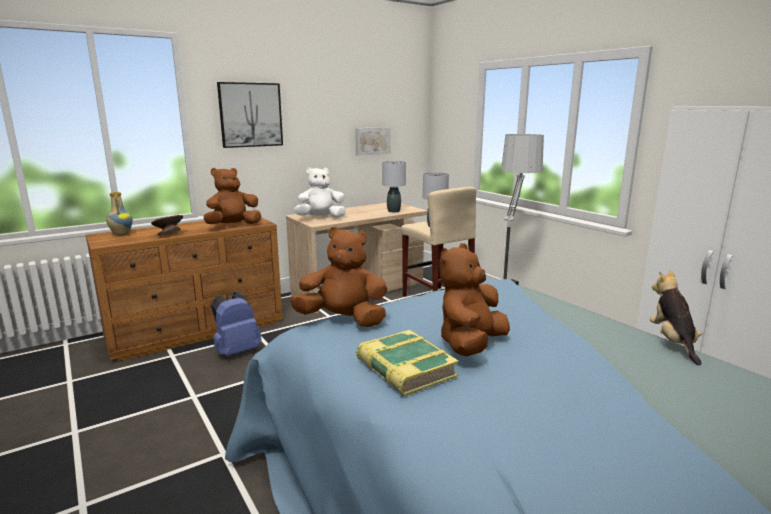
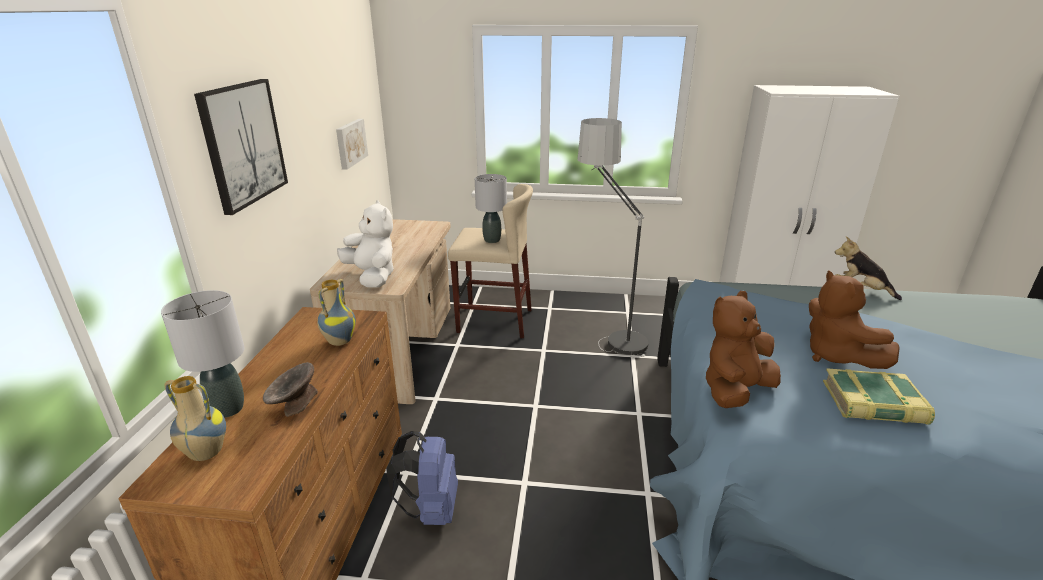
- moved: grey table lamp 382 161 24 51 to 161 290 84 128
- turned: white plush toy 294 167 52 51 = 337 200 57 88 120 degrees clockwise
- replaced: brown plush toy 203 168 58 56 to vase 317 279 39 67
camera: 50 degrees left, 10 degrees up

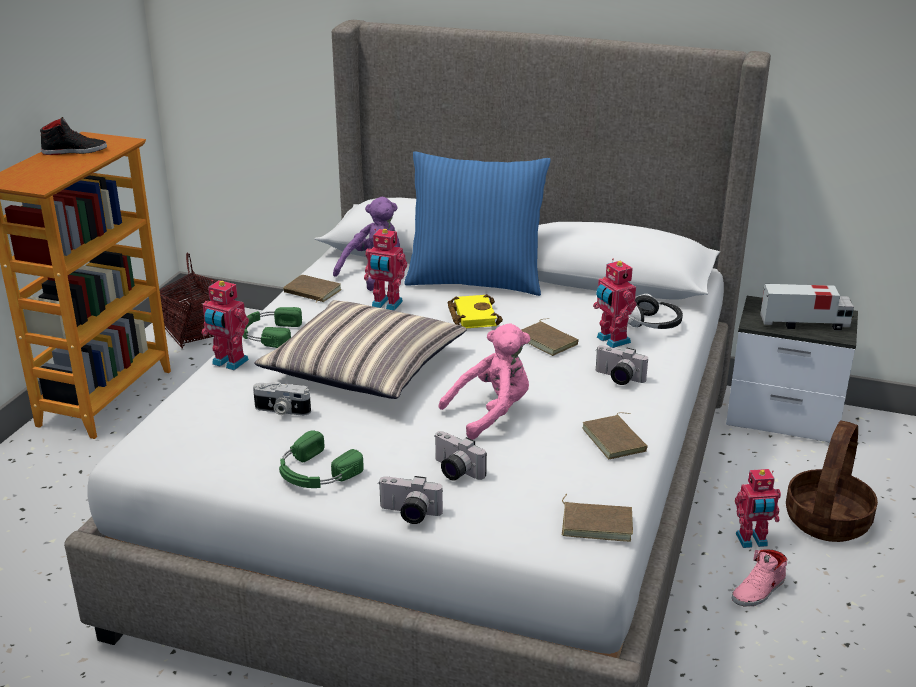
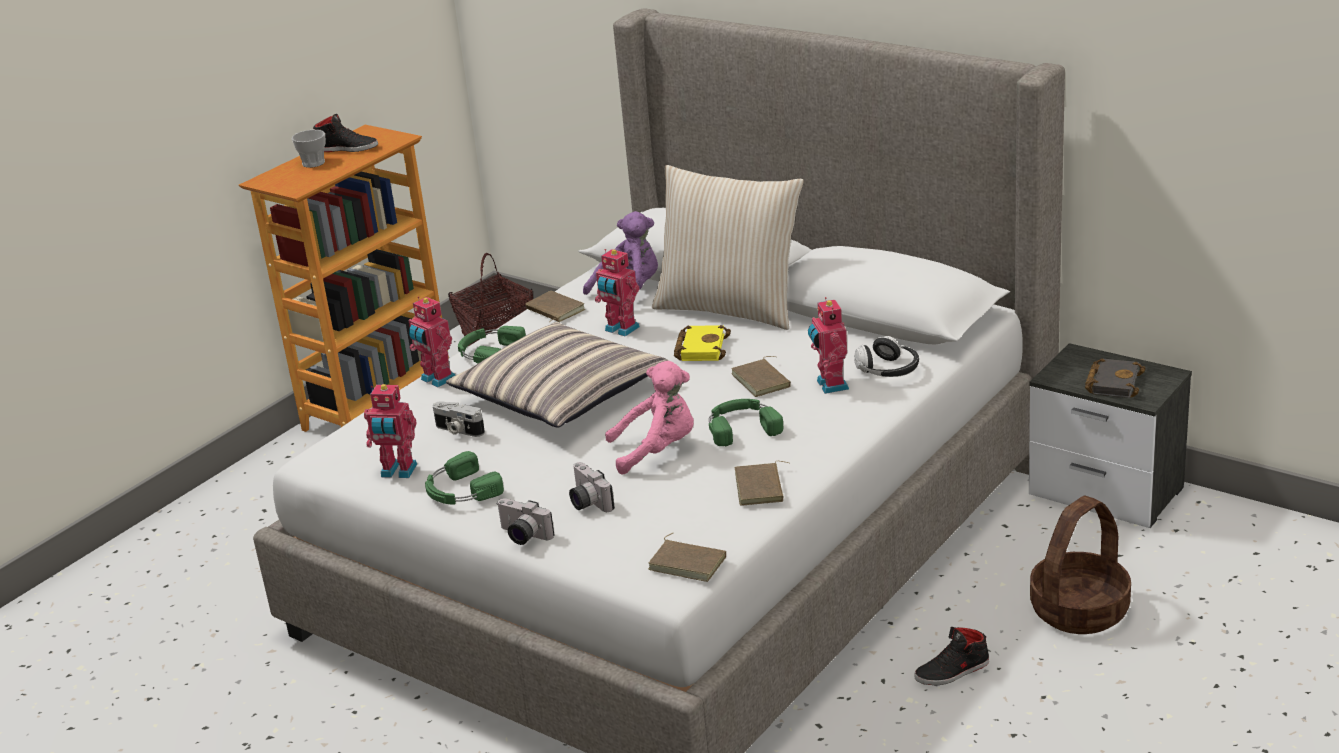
- recoloured: blue pillow 405 151 146 145 to beige pillow 652 165 152 165
- replaced: toy truck 760 284 94 46 to black book 1085 358 61 40
- removed: photo camera 596 346 52 39
- moved: toy robot 735 469 46 79 to 364 384 53 94
- recoloured: pink shoe 732 549 56 58 to black shoe 914 627 75 59
- added: cup 292 130 34 38
- added: green headphones 709 399 74 47
camera: 20 degrees right, 0 degrees up

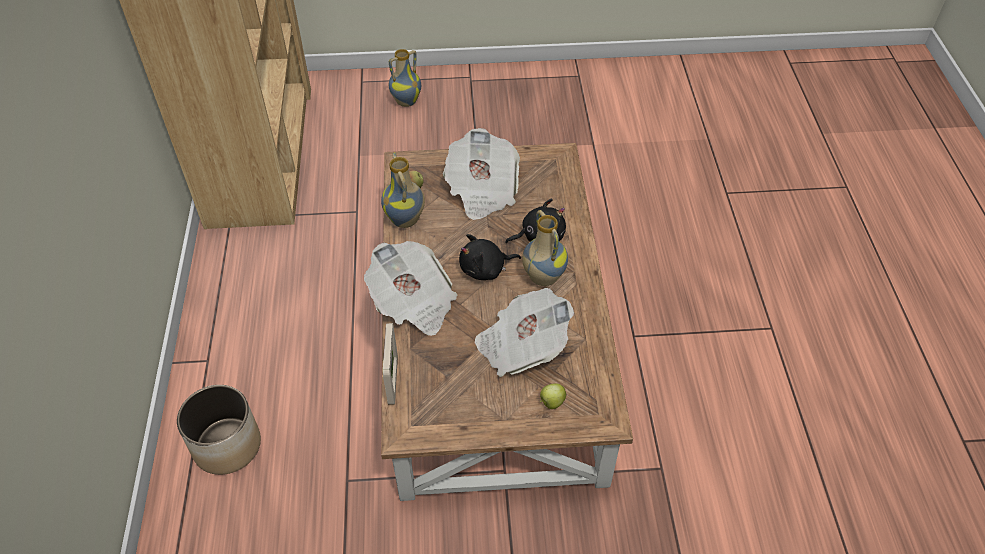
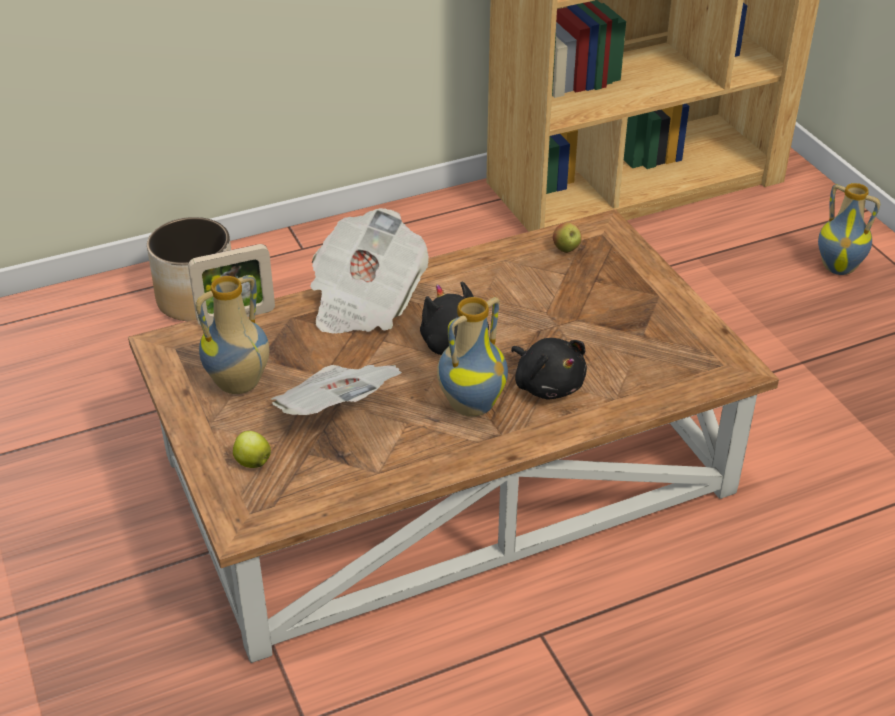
- removed: newspaper 443 128 77 92
- moved: vase 381 153 44 75 to 196 275 73 119
camera: 70 degrees right, 10 degrees down

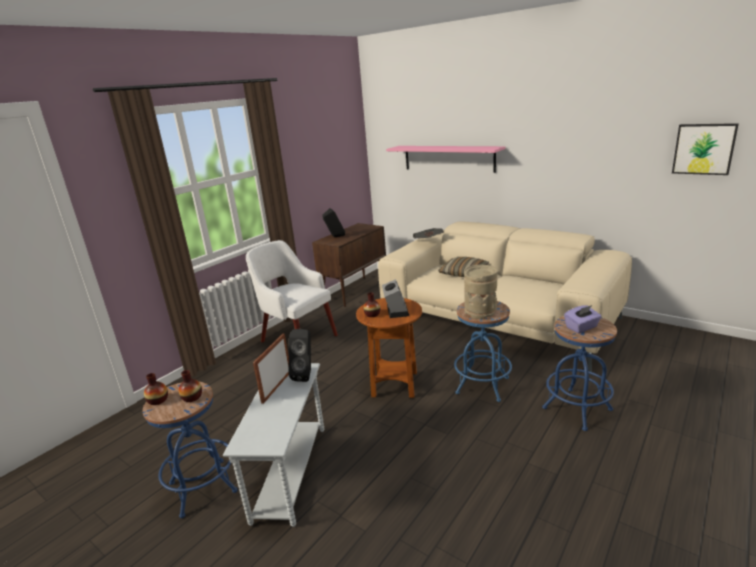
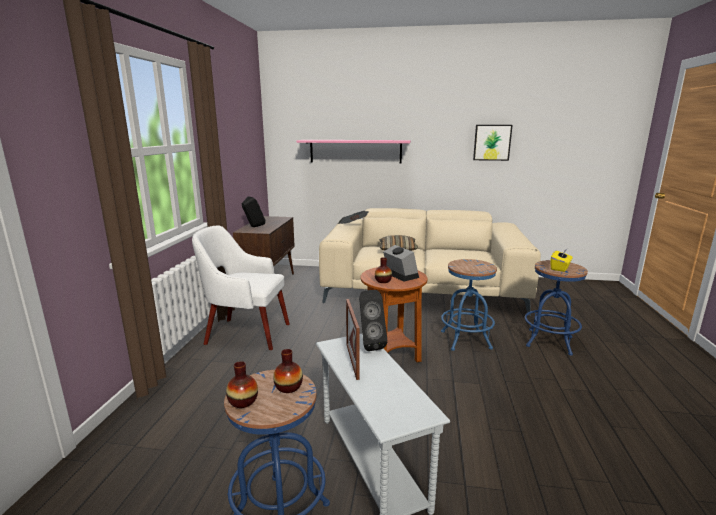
- moved: picture 672 123 67 52 to 473 125 40 36
- removed: beige vase 464 265 34 54
- recoloured: purple tissue box 564 305 38 28 to yellow tissue box 551 249 22 23
camera: 30 degrees left, 5 degrees down

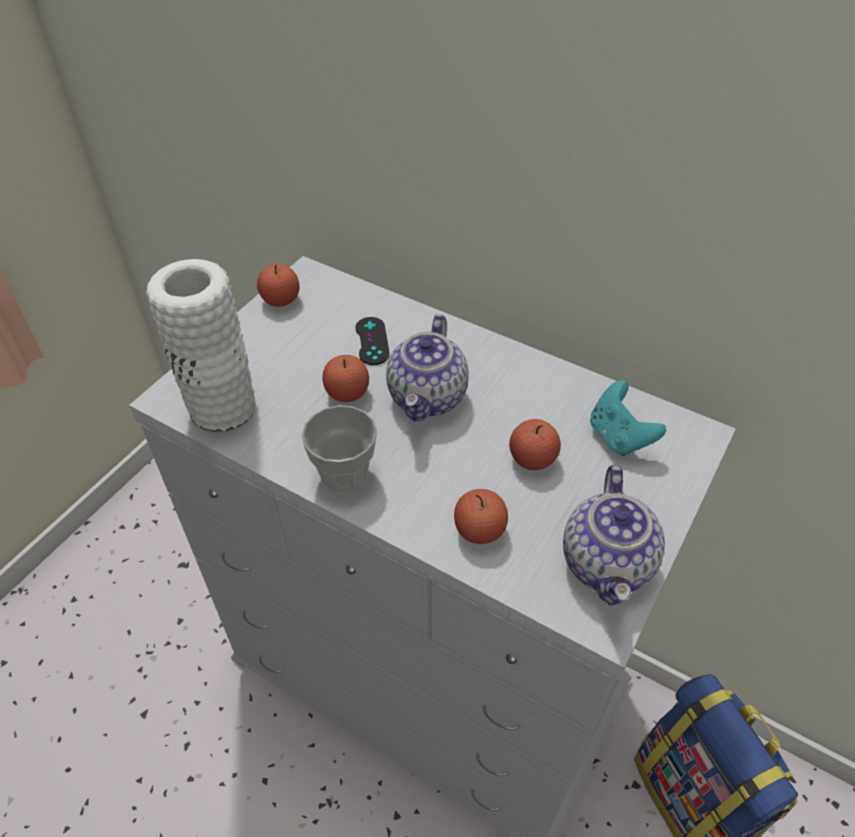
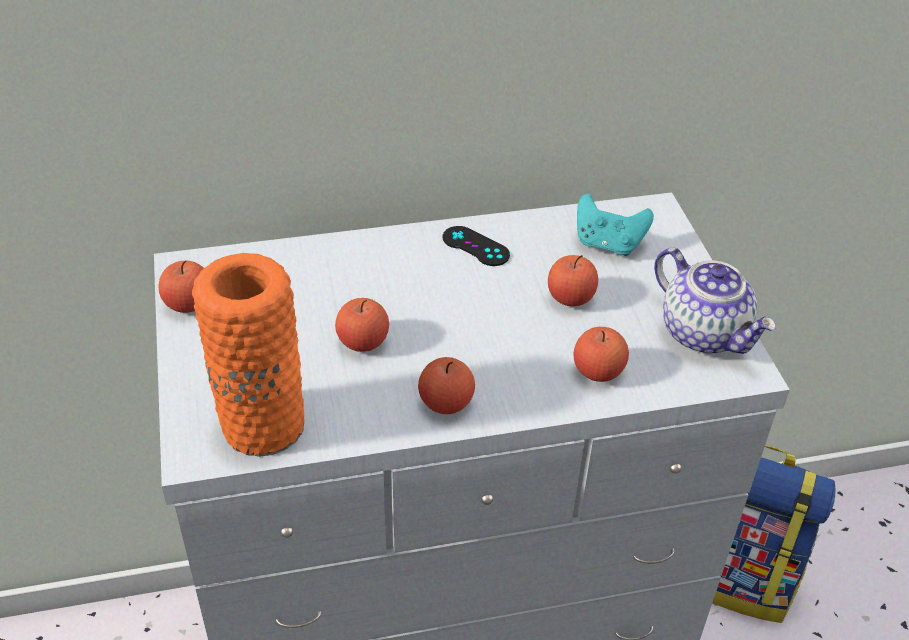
- recoloured: white vase 146 259 110 173 to orange vase 192 253 112 204
- removed: teapot 386 314 83 107
- moved: black game controller 355 317 35 48 to 443 226 67 40
- replaced: cup 302 405 75 88 to apple 418 357 57 57
camera: 45 degrees left, 5 degrees down

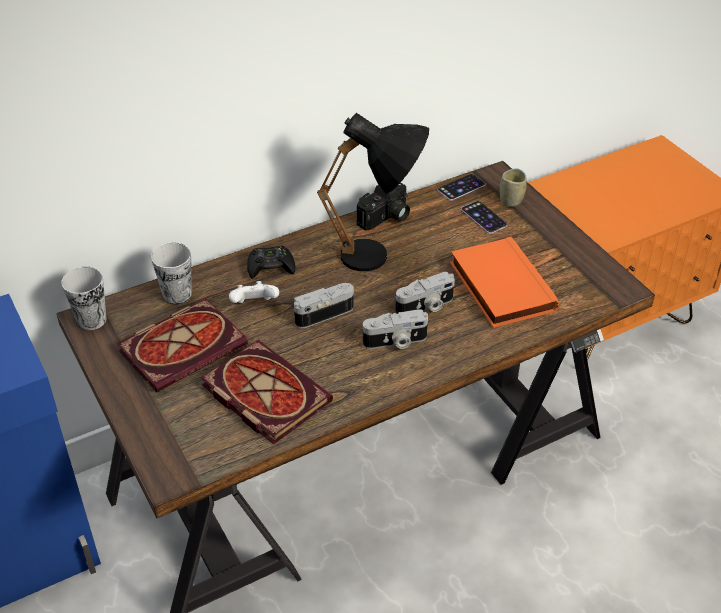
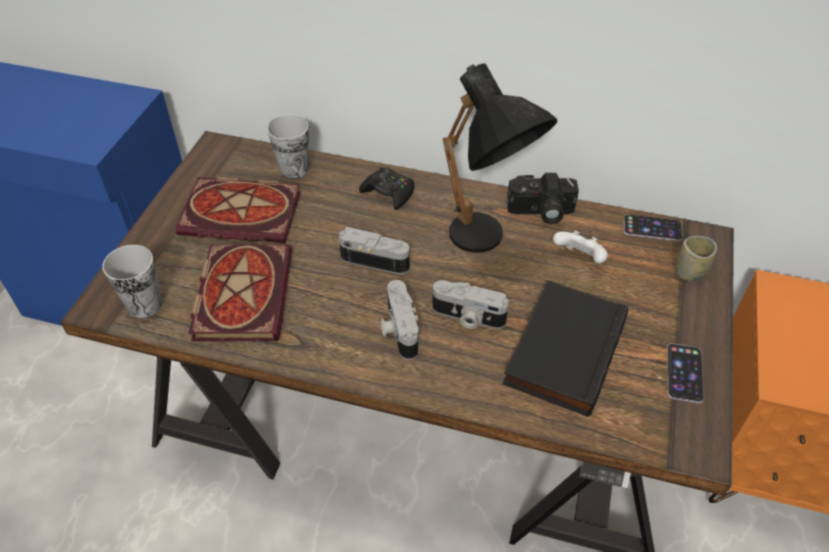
- moved: phone 461 201 46 32 to 667 343 37 60
- recoloured: orange book 450 237 109 91 to black book 502 280 126 137
- moved: cup 61 267 45 63 to 102 245 60 73
- moved: white game controller 229 281 50 22 to 553 231 55 33
- turned: photo camera 363 309 65 40 = 381 280 39 80 45 degrees clockwise
camera: 45 degrees right, 5 degrees up

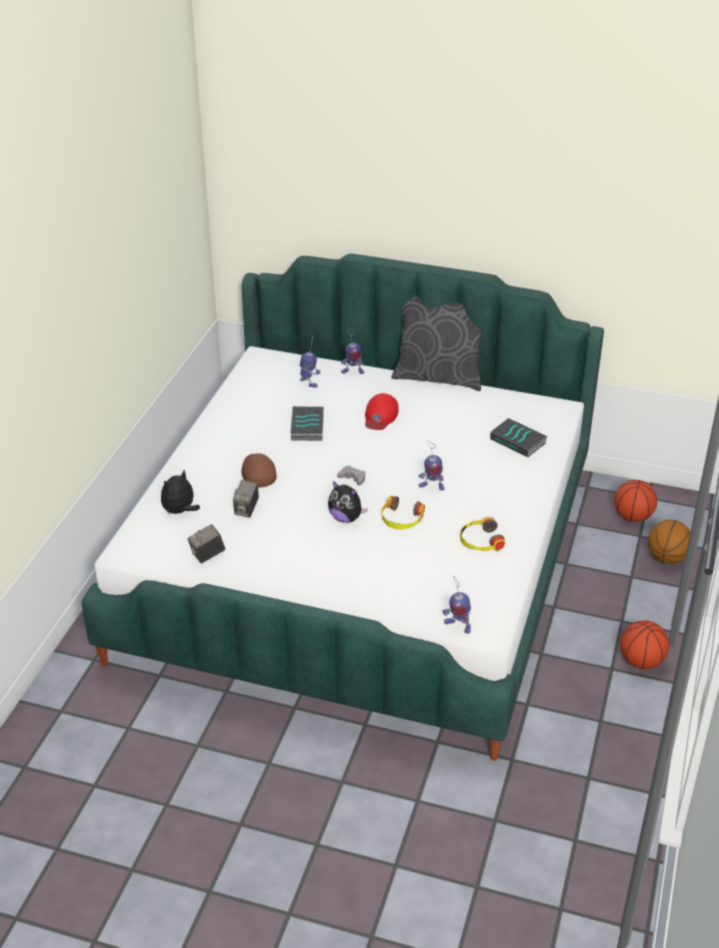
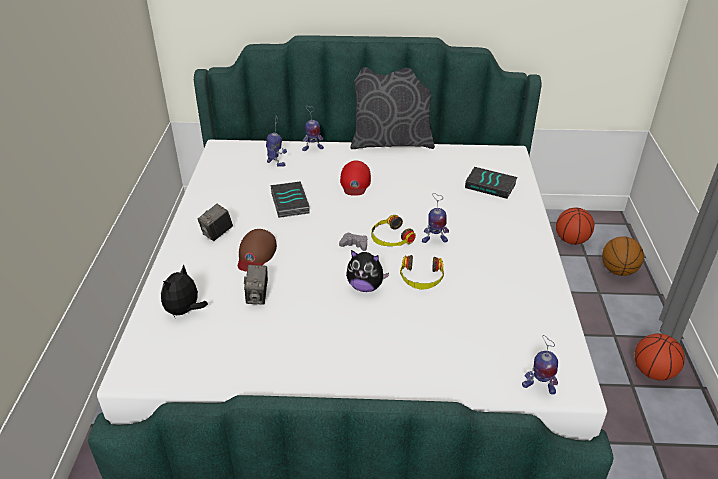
- turned: brown cap 241 453 36 35 = 238 229 39 42 135 degrees counterclockwise
- moved: headphones 460 517 45 34 to 372 215 44 31
- moved: photo camera 188 524 37 39 to 198 204 35 37
camera: 15 degrees left, 0 degrees up

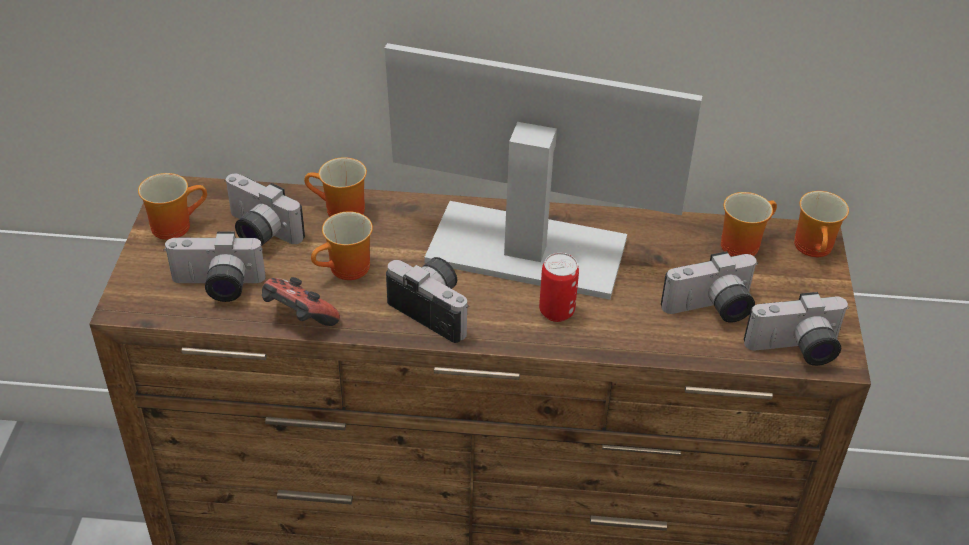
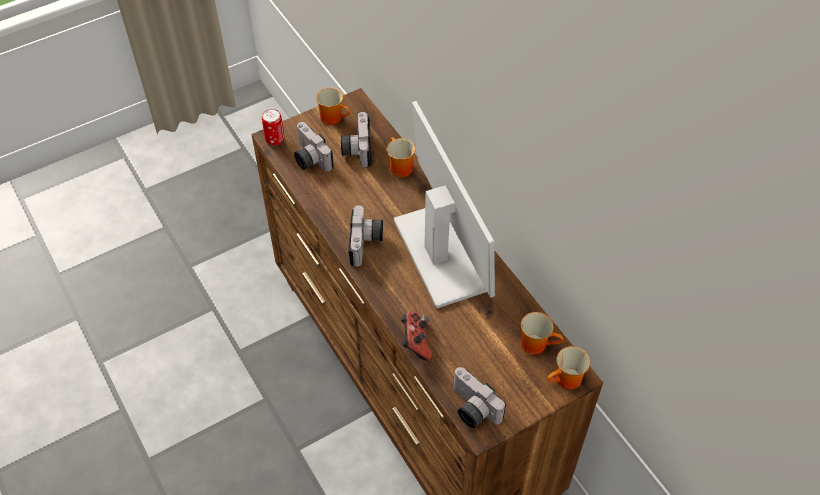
- removed: mug 311 211 62 69
- removed: photo camera 661 251 97 71
- moved: can 539 253 40 69 to 262 109 22 37
- moved: game controller 262 277 78 49 to 401 312 31 49
camera: 55 degrees right, 10 degrees up

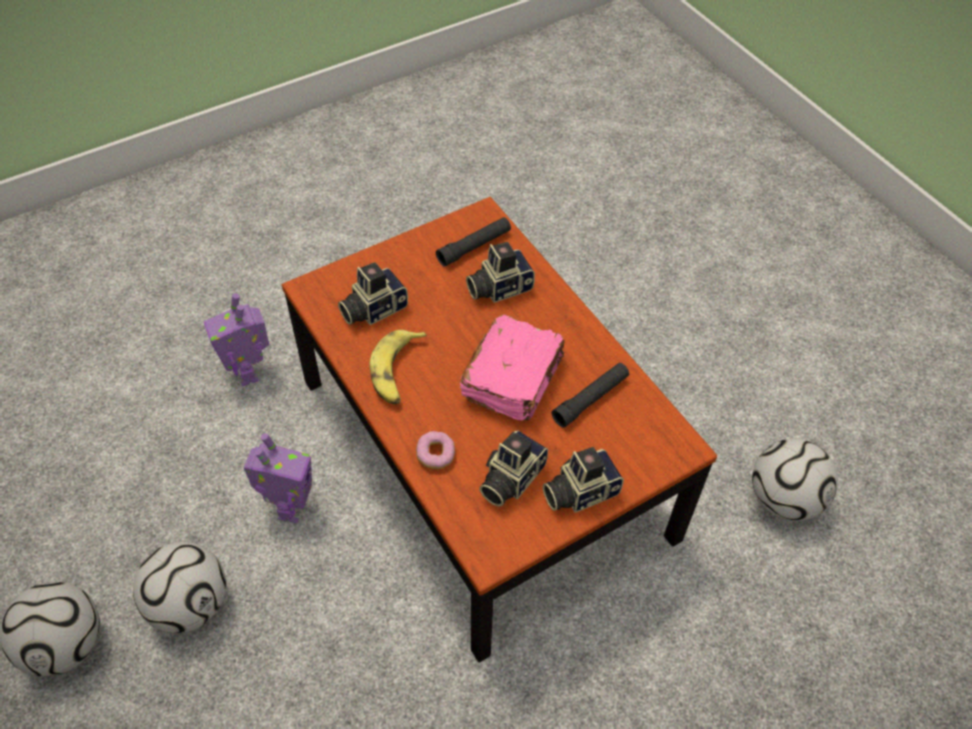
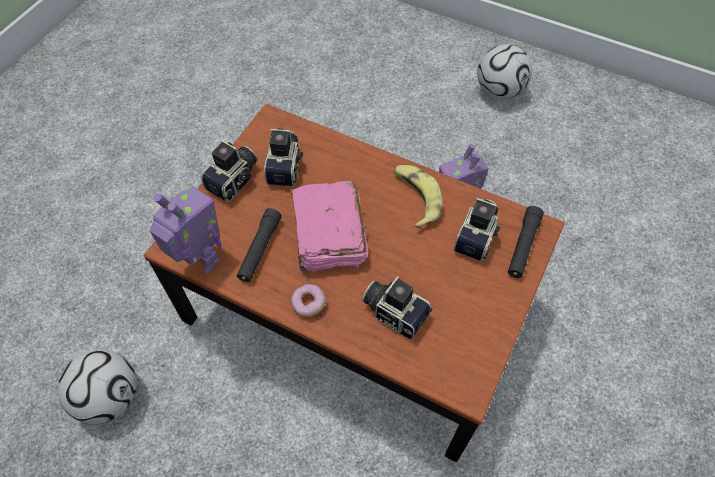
- moved: black flashlight 436 217 75 50 to 508 206 36 72
- turned: photo camera 466 242 69 61 = 362 276 70 64 90 degrees counterclockwise
- moved: toy robot 204 293 65 93 to 150 186 72 88
- moved: donut 416 431 39 38 to 291 284 35 33
- removed: football 133 542 93 91
camera: 150 degrees right, 5 degrees up

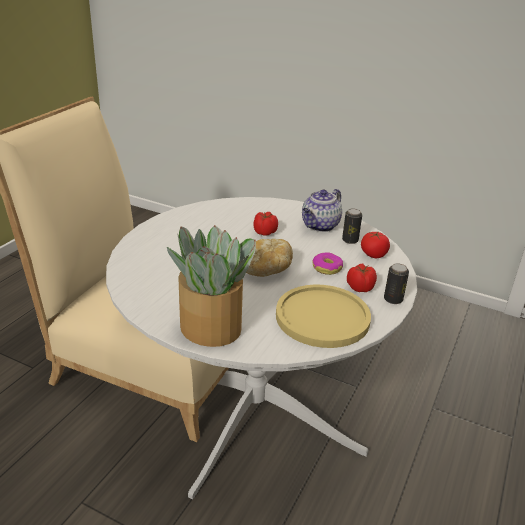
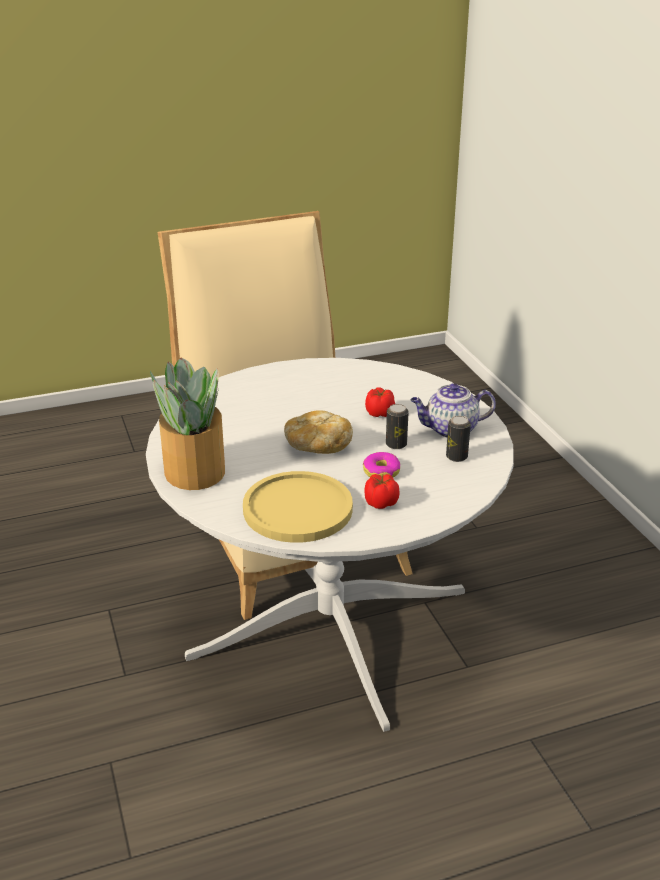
- removed: tomato 361 232 29 26
- moved: can 384 263 25 41 to 386 404 23 45
camera: 45 degrees right, 0 degrees up

